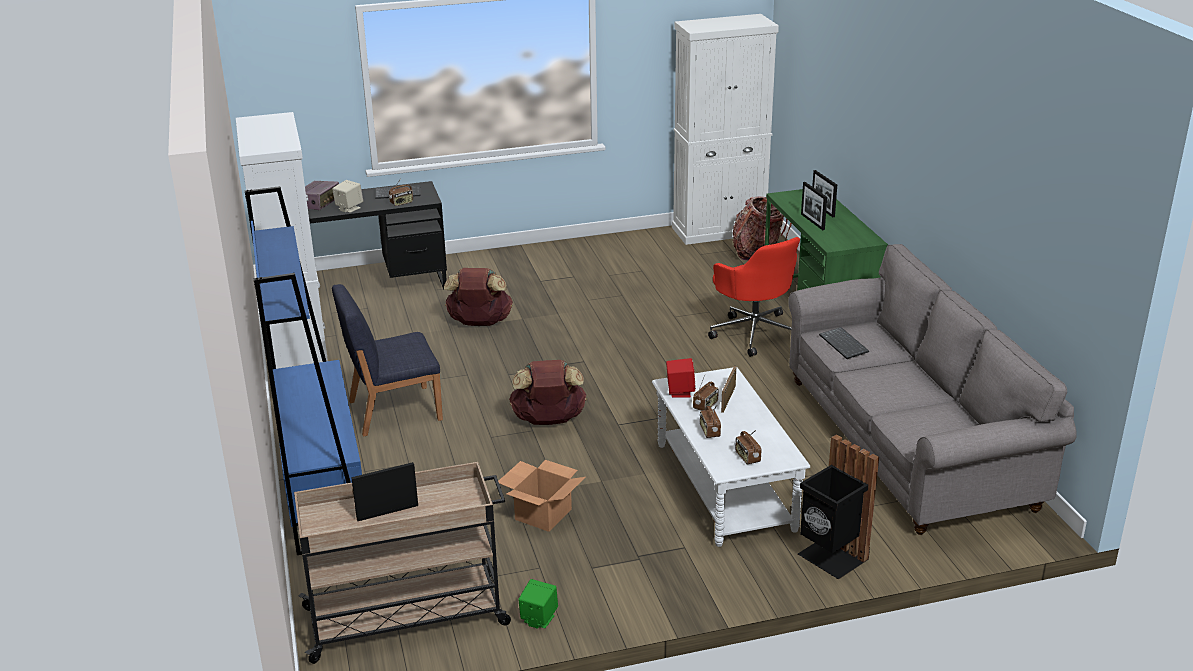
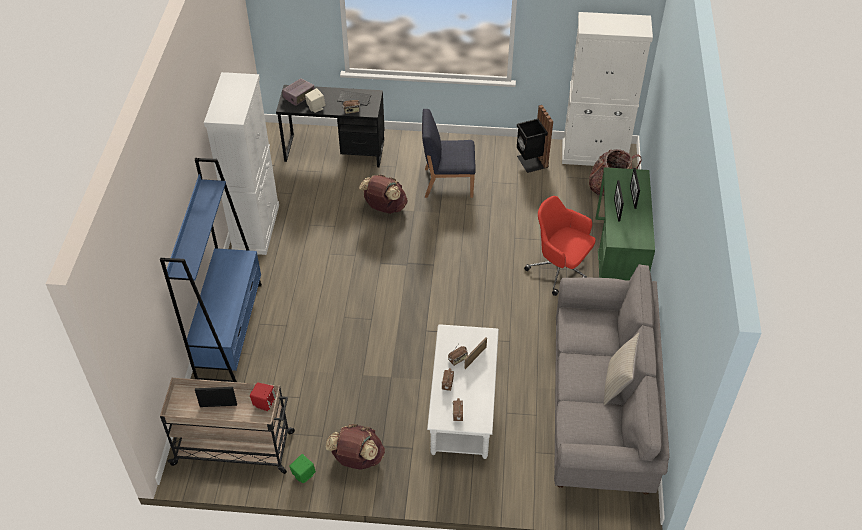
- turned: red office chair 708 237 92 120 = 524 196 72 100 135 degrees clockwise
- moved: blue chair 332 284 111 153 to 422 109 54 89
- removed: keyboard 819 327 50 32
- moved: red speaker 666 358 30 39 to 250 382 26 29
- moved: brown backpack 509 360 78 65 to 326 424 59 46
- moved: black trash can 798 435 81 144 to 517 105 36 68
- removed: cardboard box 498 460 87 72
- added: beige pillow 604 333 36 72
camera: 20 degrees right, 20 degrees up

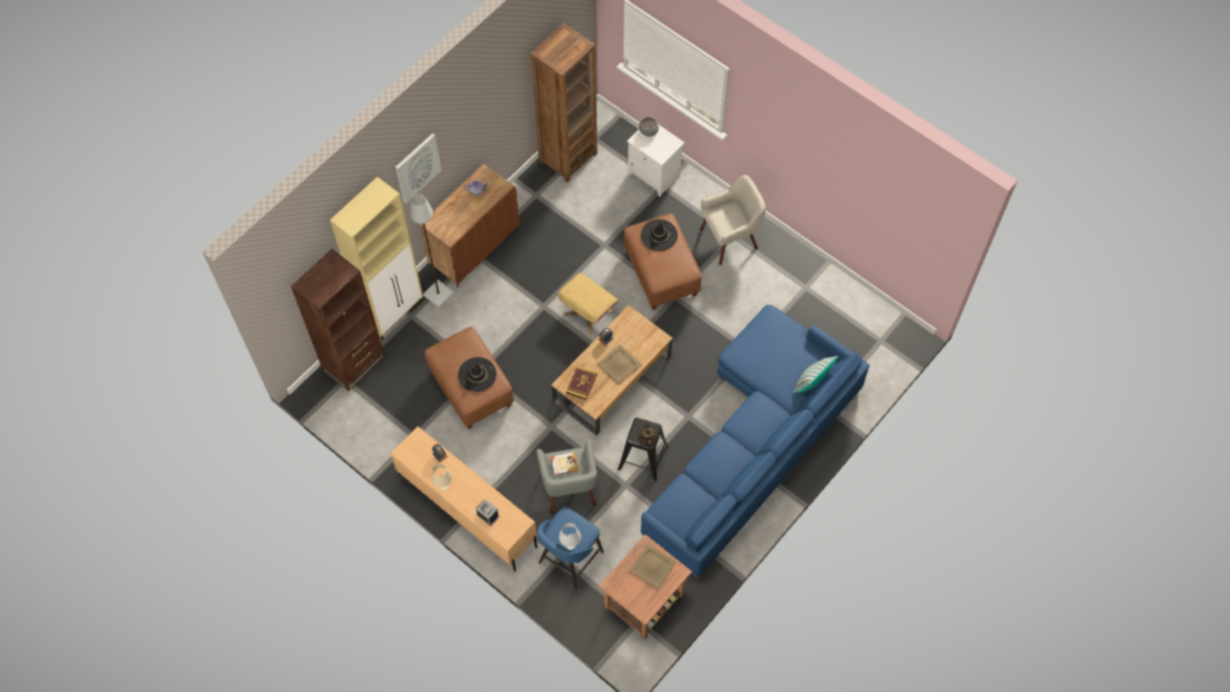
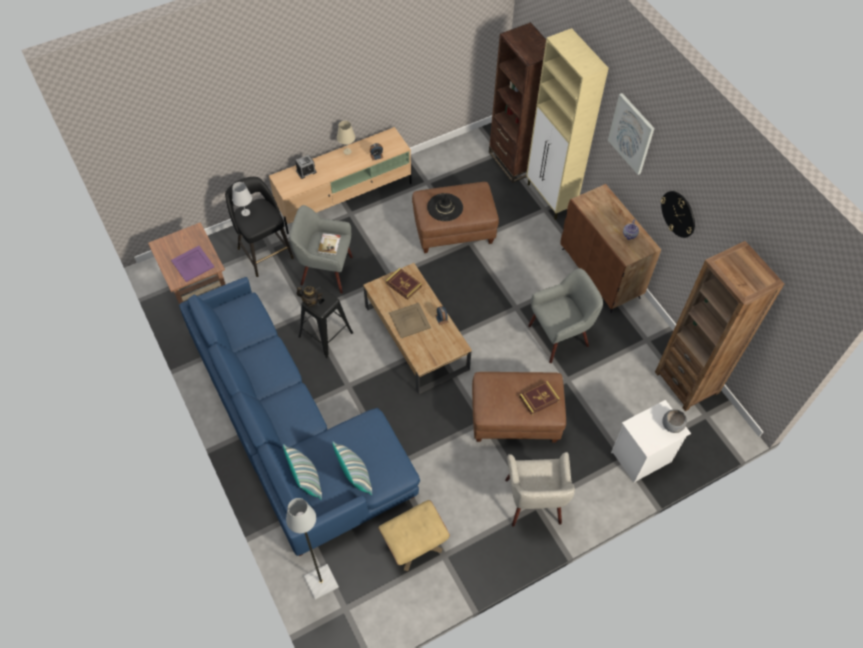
- moved: grey floor lamp 410 194 44 114 to 286 498 53 102
- replaced: black hat 641 219 37 32 to book 519 381 41 34
- moved: beige ottoman 558 273 60 62 to 378 500 72 71
- recoloured: blue stool 537 507 67 81 to black stool 225 177 69 100
- recoloured: beige tray 629 544 47 45 to purple tray 171 246 43 36
- added: wall clock 661 191 34 47
- added: grey armchair 528 268 75 95
- added: pillow 332 442 40 53
camera: 110 degrees right, 5 degrees down

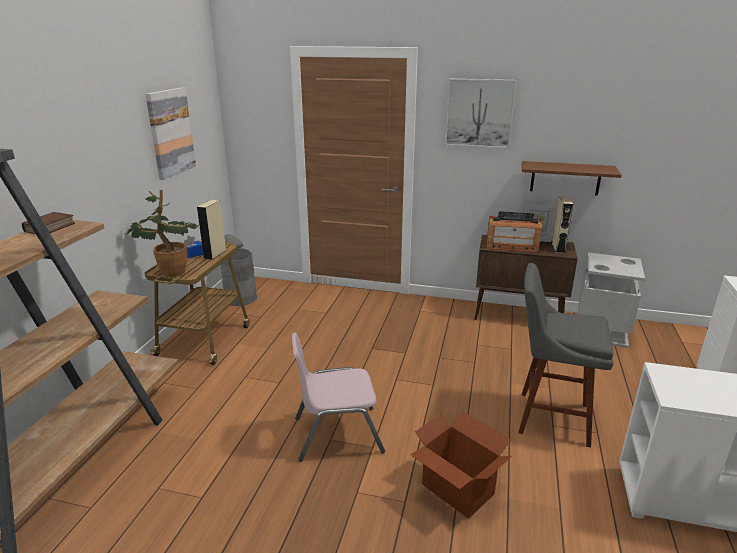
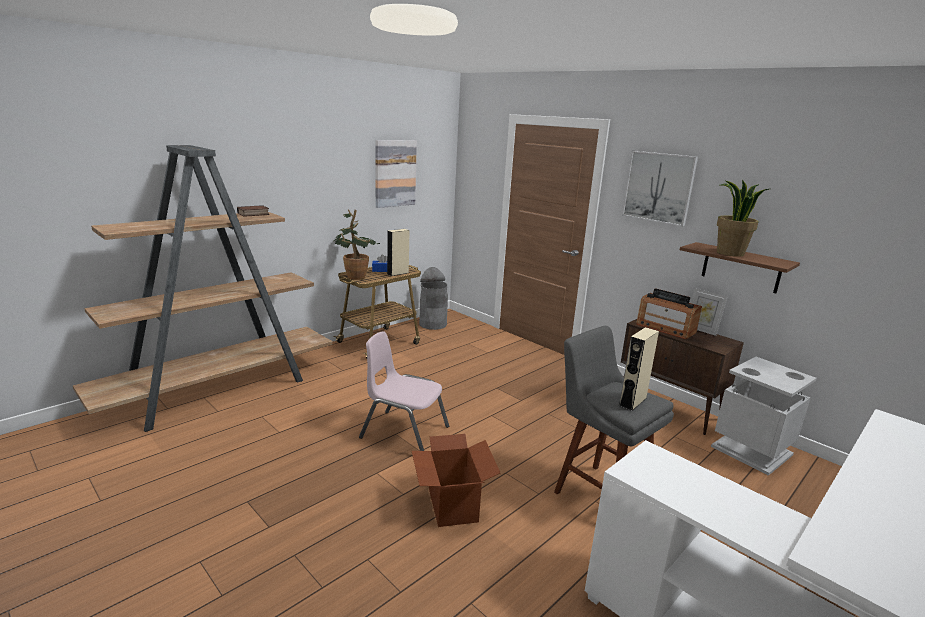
- moved: beige speaker 552 197 21 56 to 619 327 40 84
- added: potted plant 717 179 52 78
camera: 30 degrees right, 5 degrees down

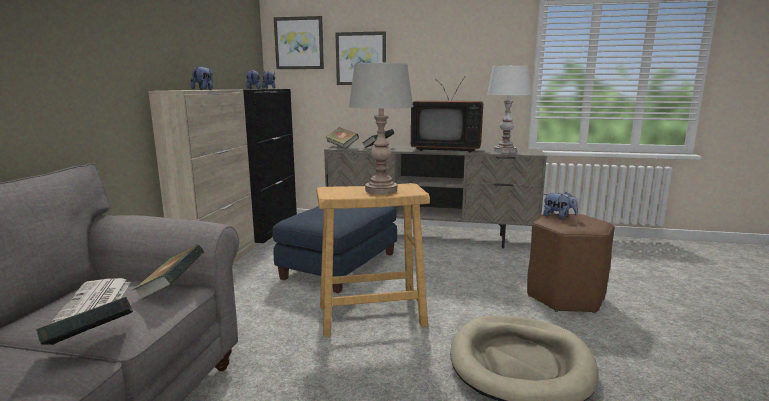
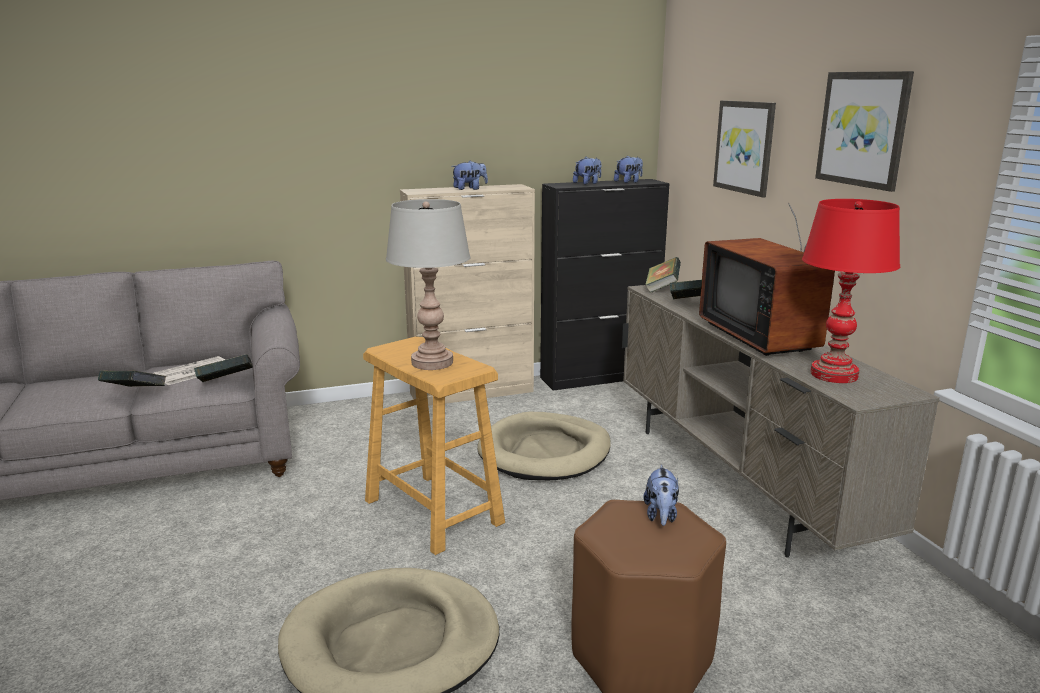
- moved: picture 274 16 50 53 to 815 71 99 121
- recoloured: white table lamp 487 65 44 88 to red table lamp 802 199 98 184
- replaced: blue ottoman 272 206 125 87 to beige dog bed 477 412 134 68
camera: 60 degrees right, 5 degrees up

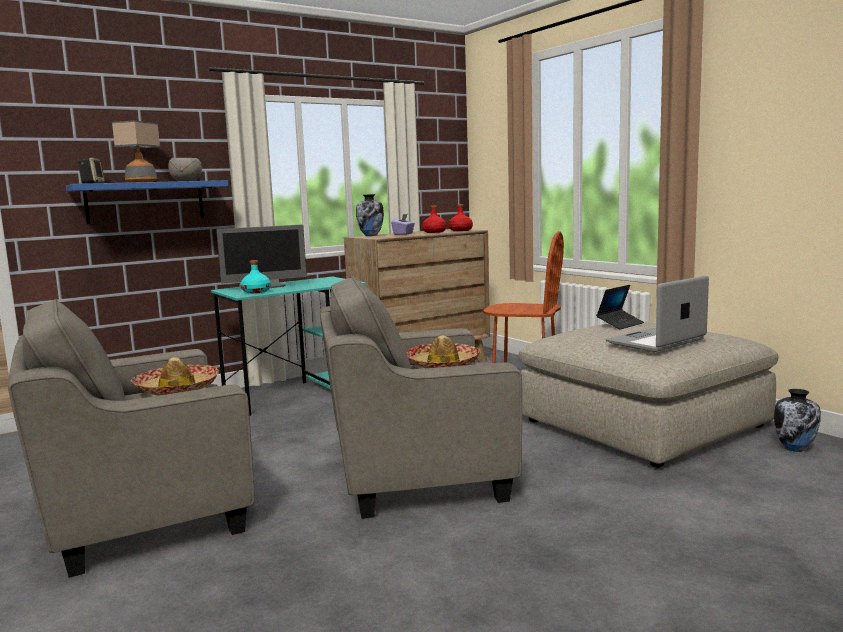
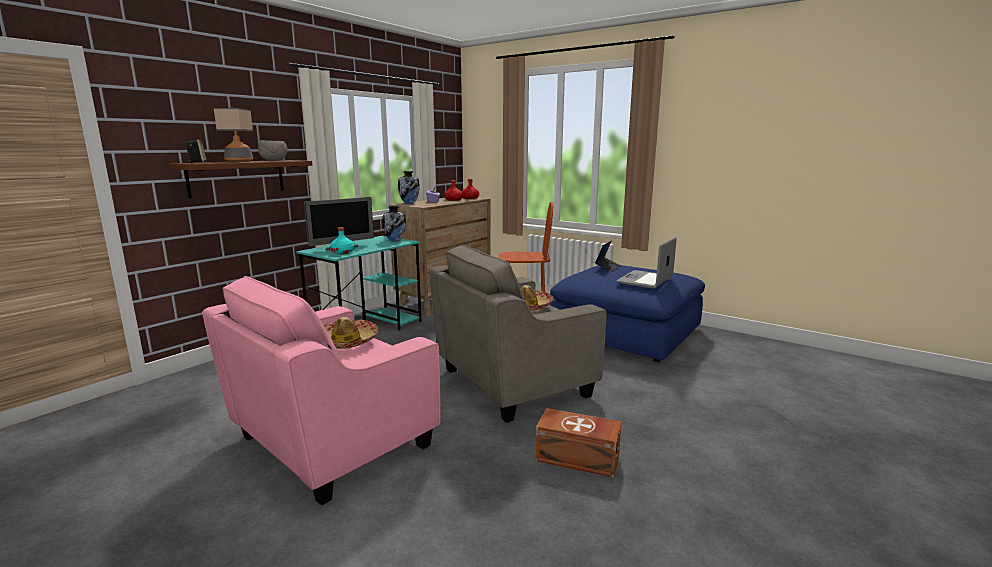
- recoloured: blue shelf 66 180 162 44 to brown shelf 169 160 143 38
- recoloured: grey armchair 8 299 247 279 to pink armchair 202 276 239 230
- recoloured: beige ottoman 519 322 260 146 to blue ottoman 550 265 155 97
- moved: vase 774 389 47 63 to 383 206 23 35
- added: brown storage box 535 408 87 70
camera: 20 degrees left, 5 degrees up

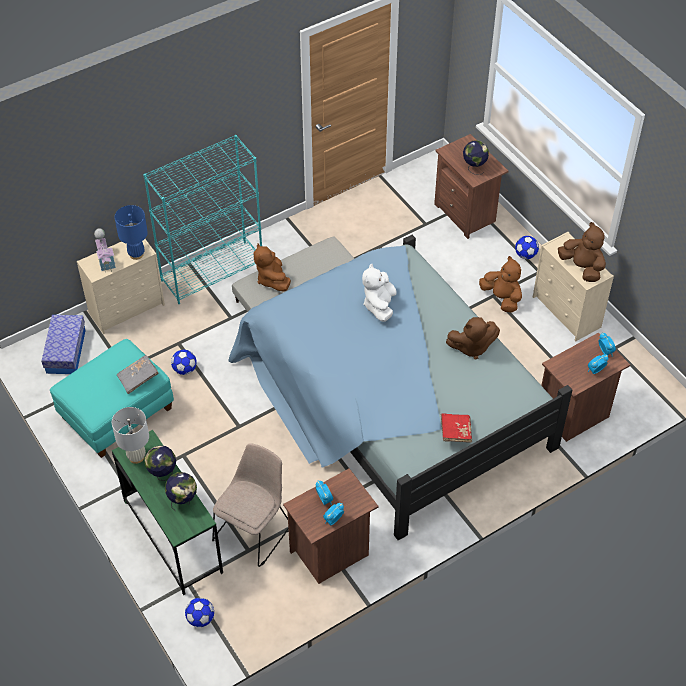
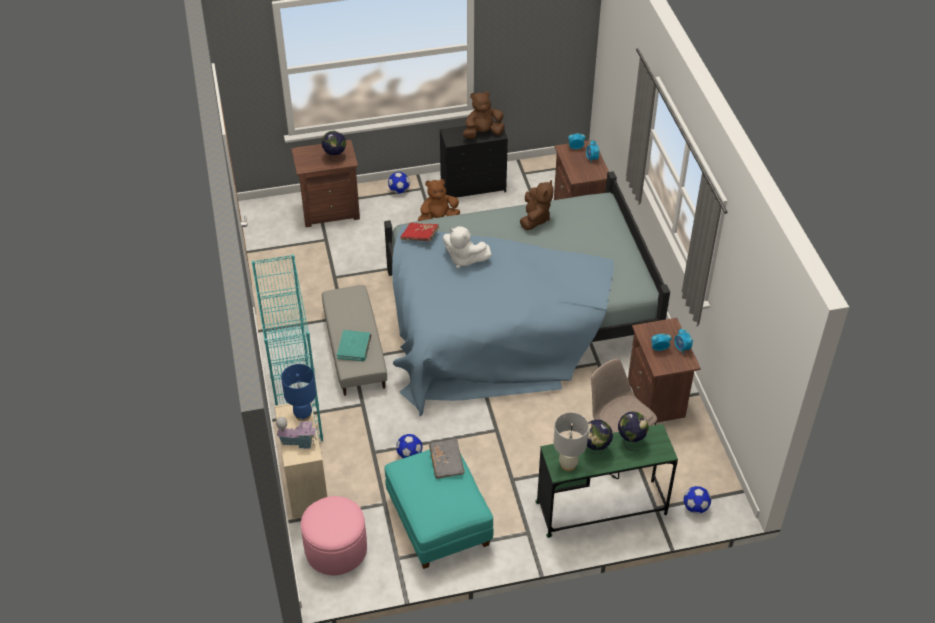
- recoloured: beige dresser 533 232 81 109 to black dresser 440 121 68 77
- replaced: brown plush toy 254 243 37 49 to turquoise book 337 330 34 31
- replaced: storage box 41 315 45 59 to pink ottoman 301 496 66 79
- moved: red book 441 413 31 30 to 400 223 39 18
camera: 70 degrees left, 5 degrees down

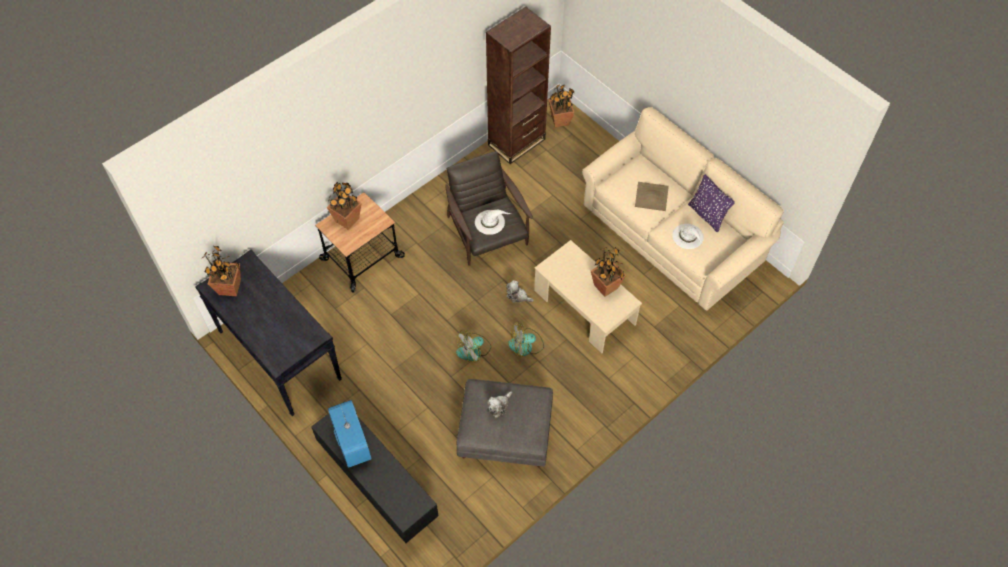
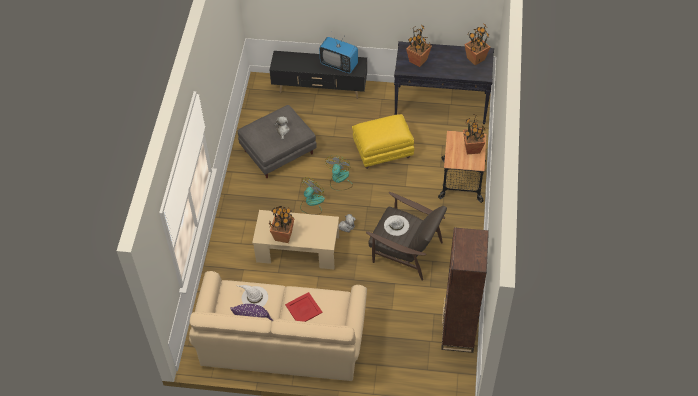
- moved: potted plant 549 85 26 42 to 406 24 26 43
- recoloured: beige tray 635 182 34 29 to red tray 285 292 38 30
- added: yellow ottoman 352 114 62 55
camera: 140 degrees right, 5 degrees down

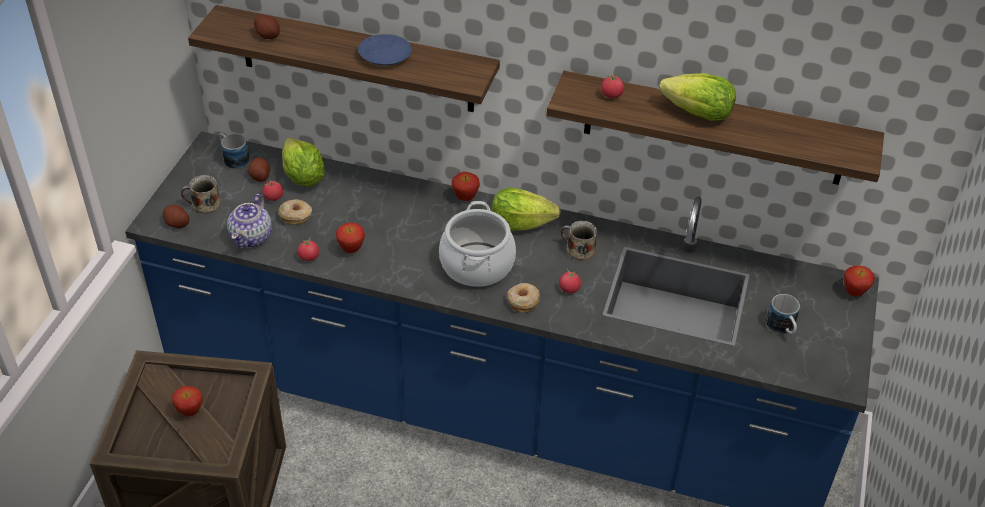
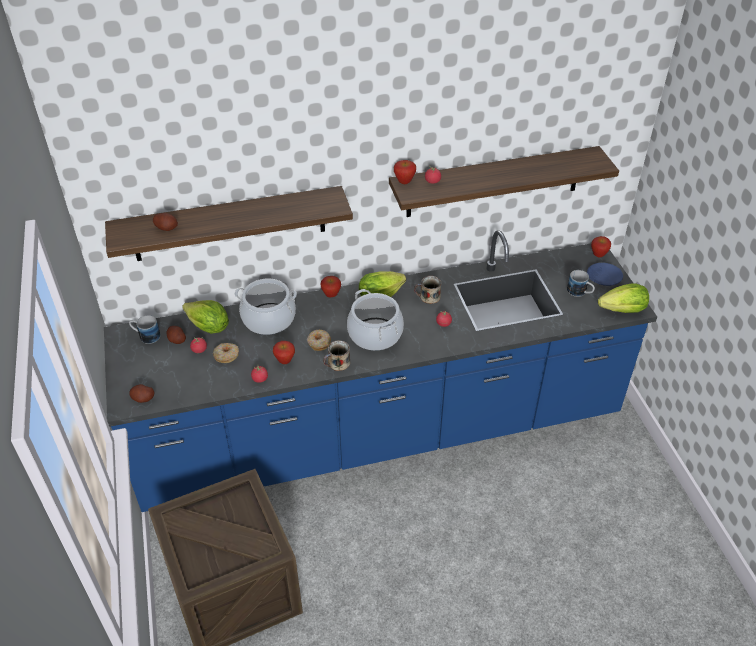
- moved: blue plate 358 34 54 31 to 587 263 36 23
- moved: lettuce 659 73 77 48 to 598 283 51 30
- moved: mug 181 175 40 38 to 323 341 27 30
- removed: teapot 227 194 45 55
- moved: donut 507 283 33 30 to 307 330 24 21
- moved: apple 172 386 31 31 to 394 160 22 24
- added: cooking pot 235 278 62 57
camera: 30 degrees left, 0 degrees up

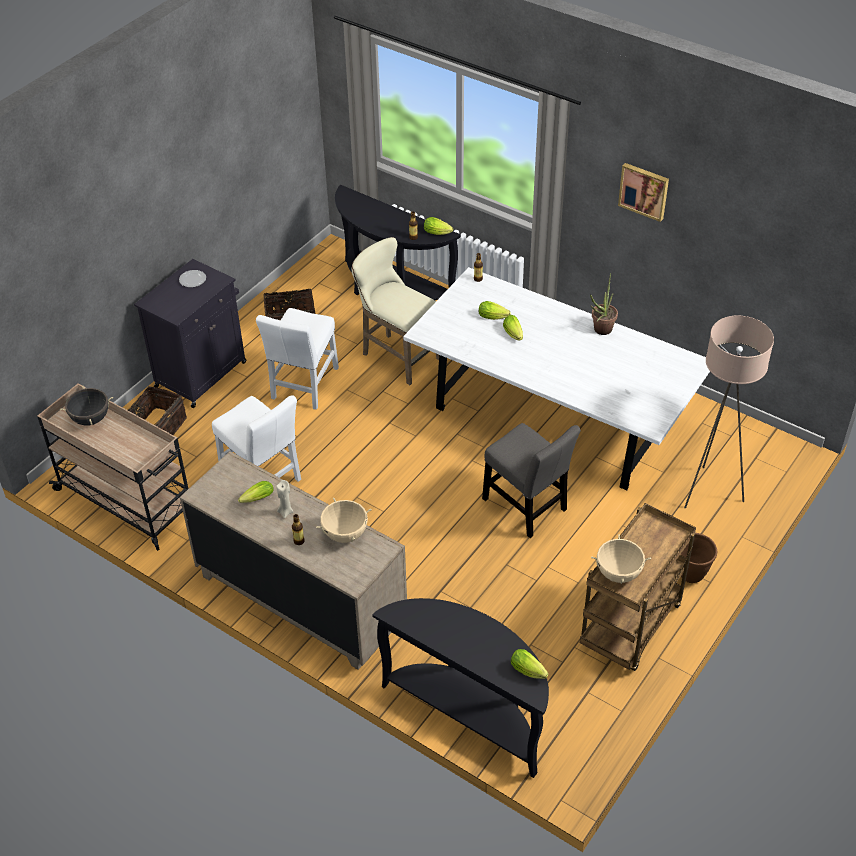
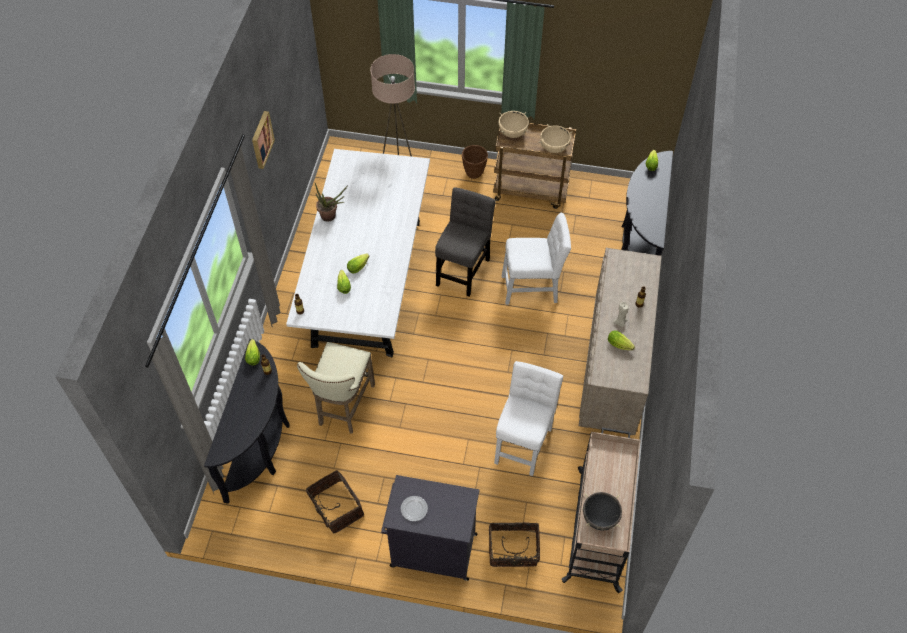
- moved: white chair 256 308 83 102 to 502 213 69 92
- moved: beige cooking pot 316 498 56 45 to 499 111 30 27
camera: 115 degrees left, 10 degrees up

